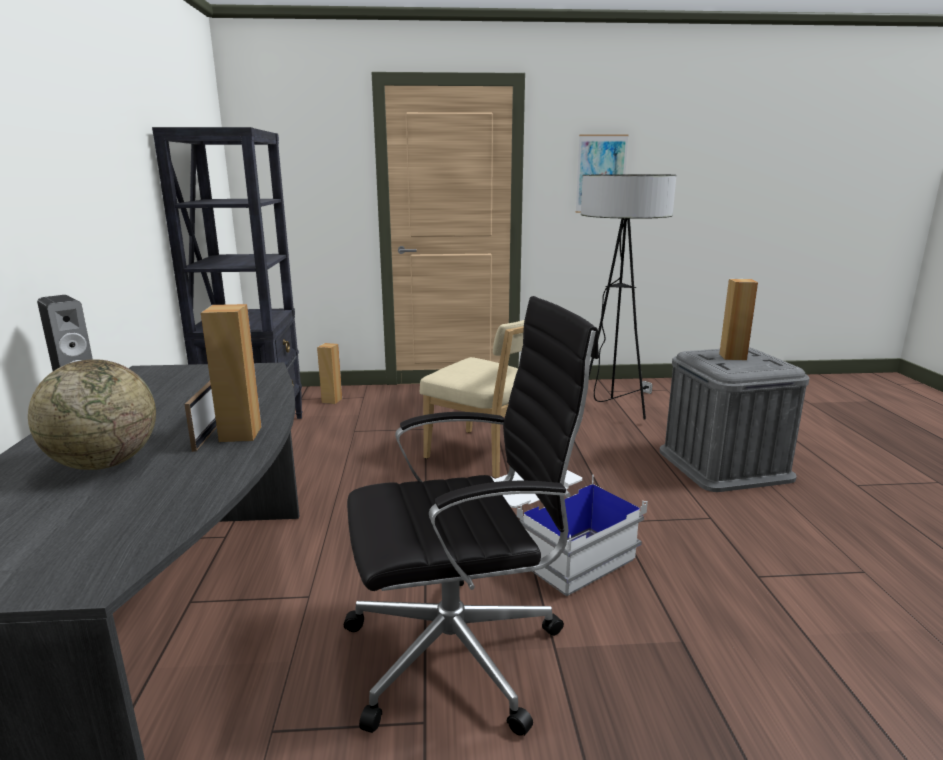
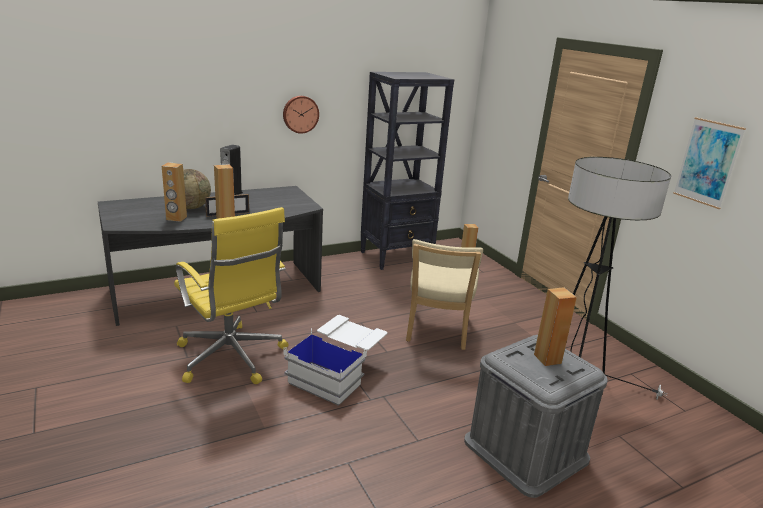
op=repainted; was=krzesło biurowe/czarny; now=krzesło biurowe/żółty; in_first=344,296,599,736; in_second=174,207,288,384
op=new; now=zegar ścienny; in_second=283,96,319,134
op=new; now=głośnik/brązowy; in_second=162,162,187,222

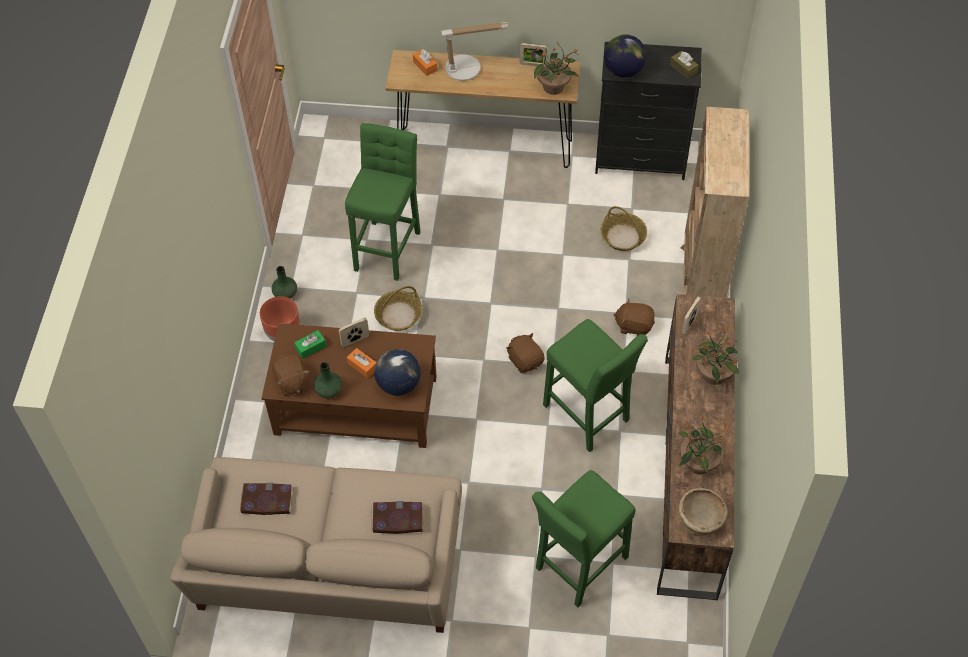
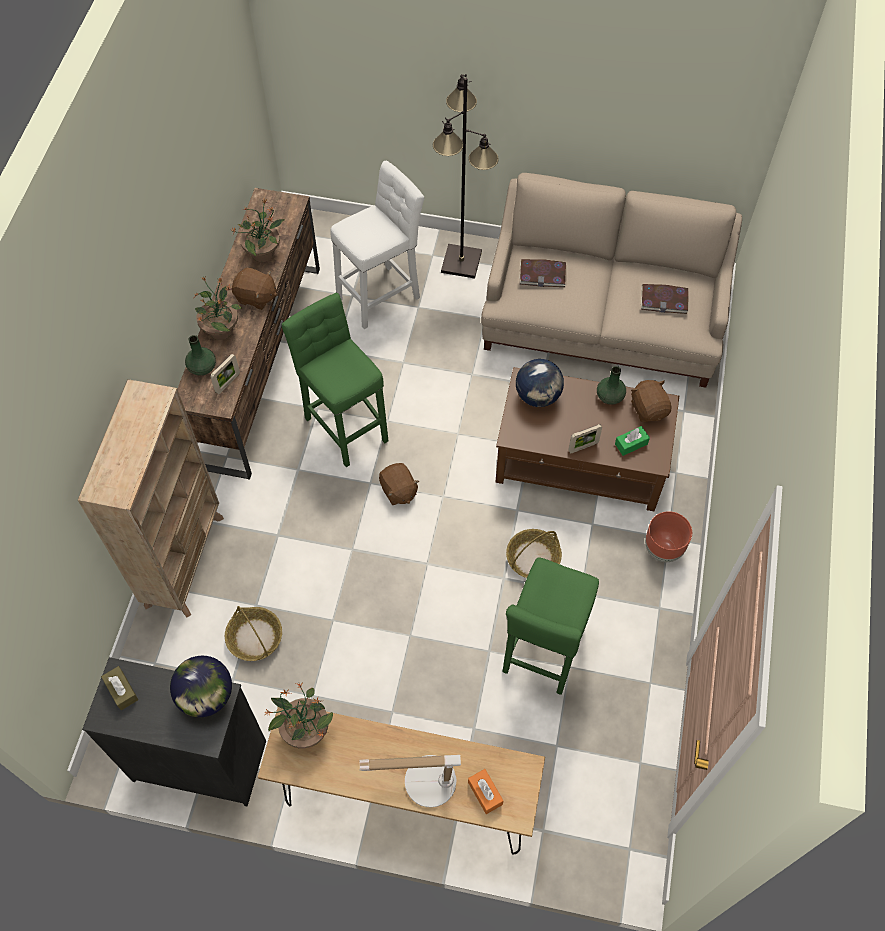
op=gone; was=ramka na zdjęcie; in_first=520,43,547,66
op=shifted; was=wazon/zielony; in_first=272,266,297,299; in_second=185,335,216,376
op=shifted; was=pluszak/brązowy; in_first=613,298,655,336; in_second=232,268,277,310
op=gone; was=pudełko chusteczek/pomarańczowy; in_first=347,348,377,378
op=repainted; was=stołek/zielony; now=stołek/biały; in_first=532,470,635,607; in_second=330,161,424,329
op=gone; was=miska/beżowy; in_first=679,488,728,536
op=new; now=lampa stojąca/czarny; in_second=433,74,499,279

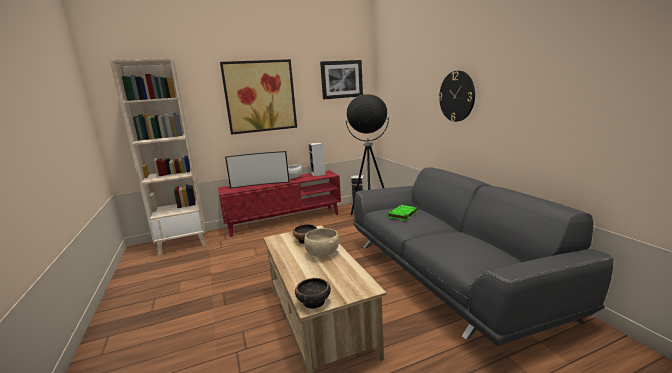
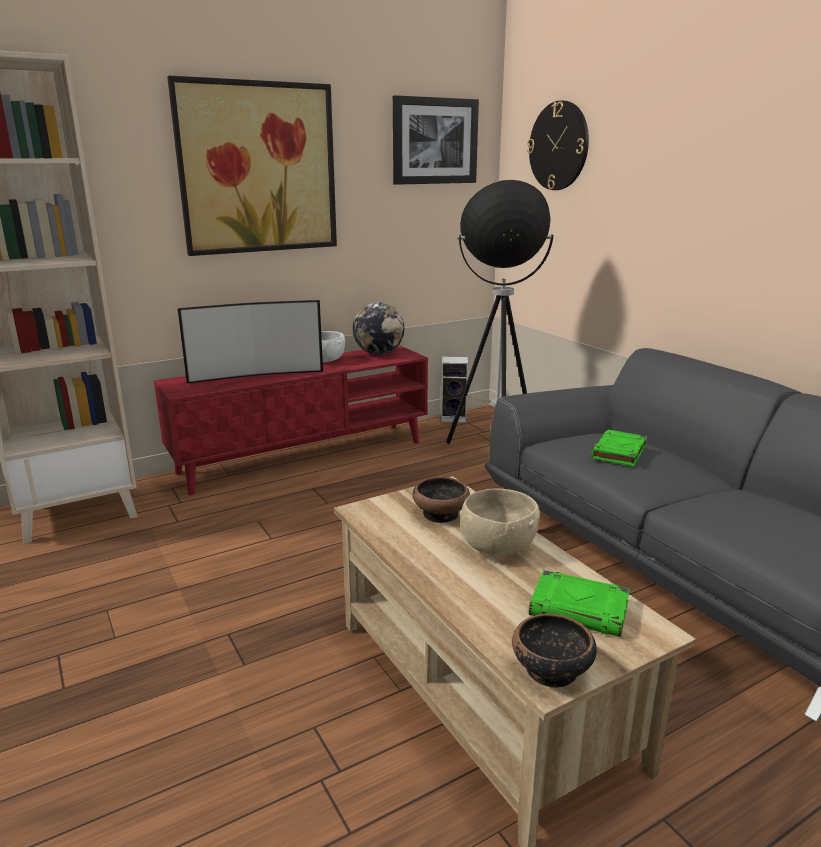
op=shifted; was=zegar ścienny; in_first=438,71,475,122; in_second=527,100,589,190
op=swapped; was=głośnik; now=globus; in_first=308,142,325,177; in_second=353,302,404,355
op=new; now=książka/zielony; in_second=529,570,630,637

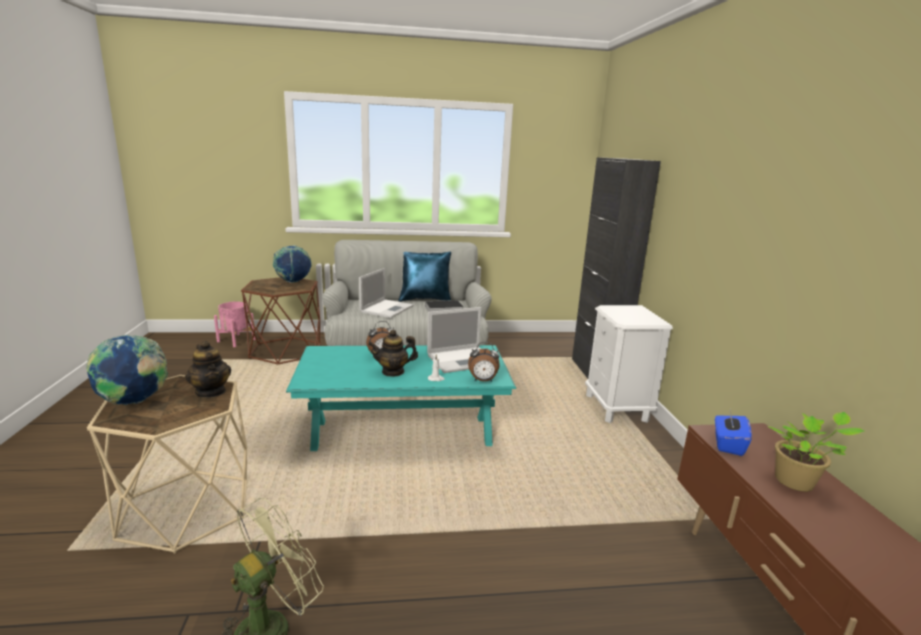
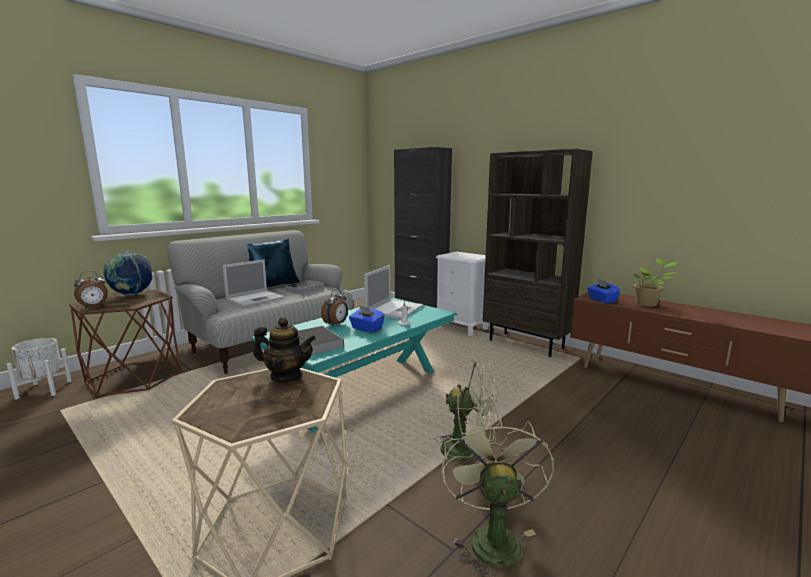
op=rotated; was=laptop; in_first=359,268,413,318; in_second=222,259,285,307; clockwise=60
op=repainted; was=donica/różowy; now=donica/biały; in_first=214,301,255,347; in_second=6,338,72,400
op=swapped; was=imbryk; now=pudełko chusteczek/niebieski; in_first=368,330,418,377; in_second=349,305,385,333
op=gone; was=globus; in_first=86,335,168,406
op=shifted; was=budzik; in_first=468,342,500,382; in_second=74,271,108,309
op=new; now=regał/brązowy; in_second=483,149,593,357
op=new; now=książka; in_second=298,326,344,355
op=new; now=wentylator/zielony; in_second=434,359,498,465

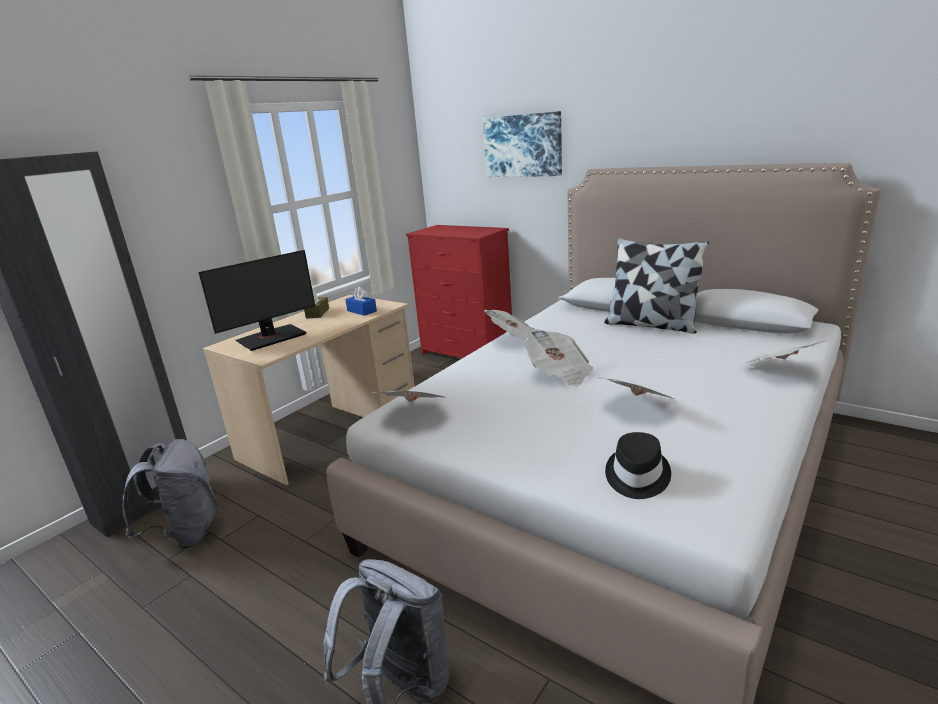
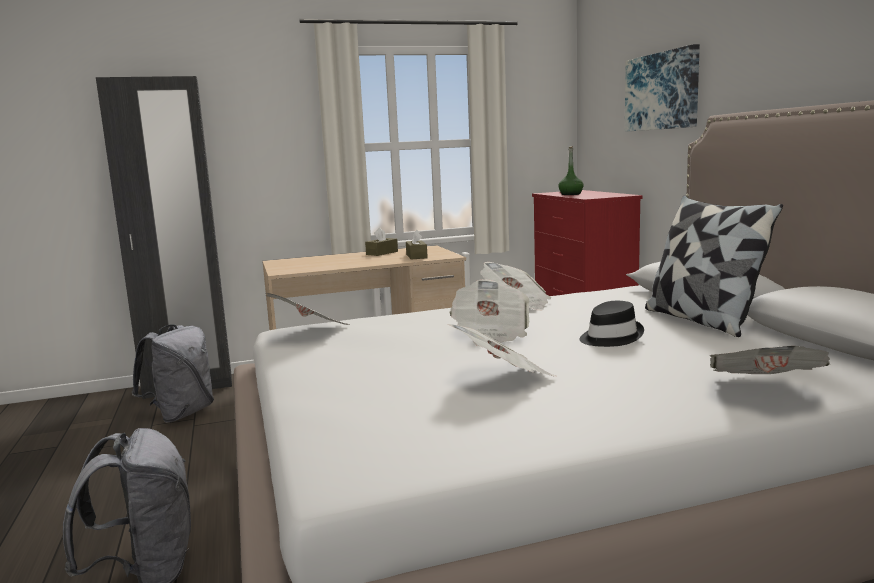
op=gone; was=monitor; in_first=198,250,315,351
op=repainted; was=pudełko chusteczek/niebieski; now=pudełko chusteczek/brązowy; in_first=345,287,377,316; in_second=406,230,428,260
op=shifted; was=kapelusz/czarny; in_first=605,432,671,499; in_second=579,301,644,347
op=new; now=butelka/zielony; in_second=558,146,584,195

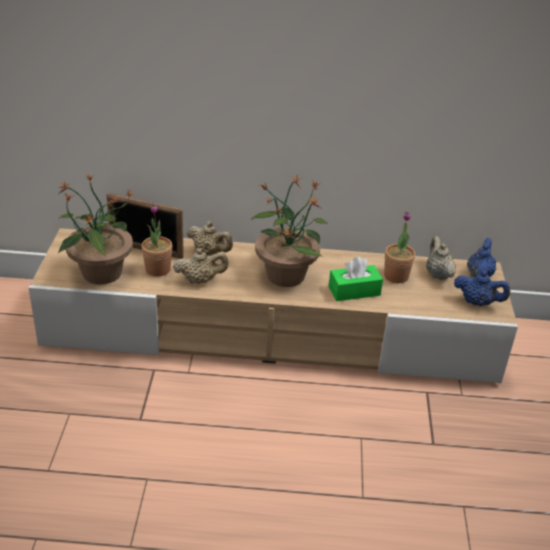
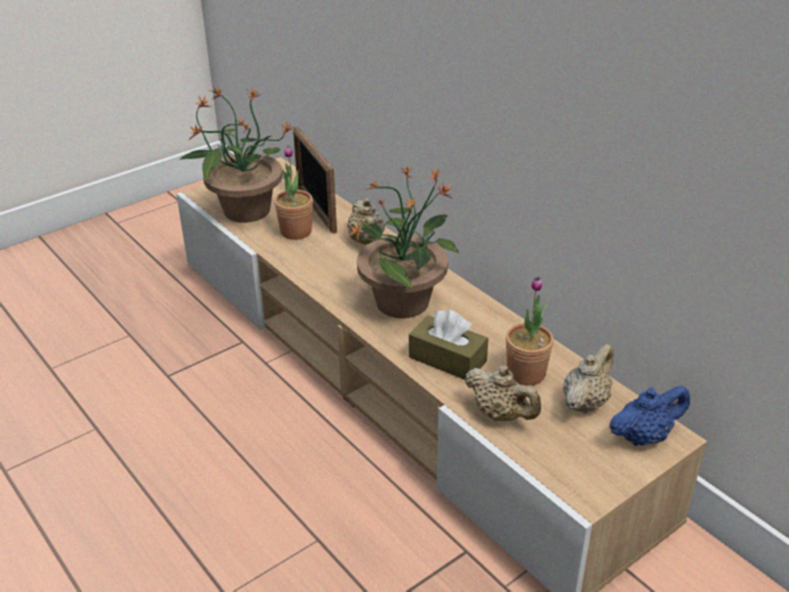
op=shifted; was=imbryk/beżowy; in_first=173,248,228,284; in_second=464,365,541,421
op=repainted; was=pudełko chusteczek/zielony; now=pudełko chusteczek/brązowy; in_first=328,257,383,301; in_second=409,310,488,380
op=gone; was=imbryk/niebieski; in_first=454,270,510,306

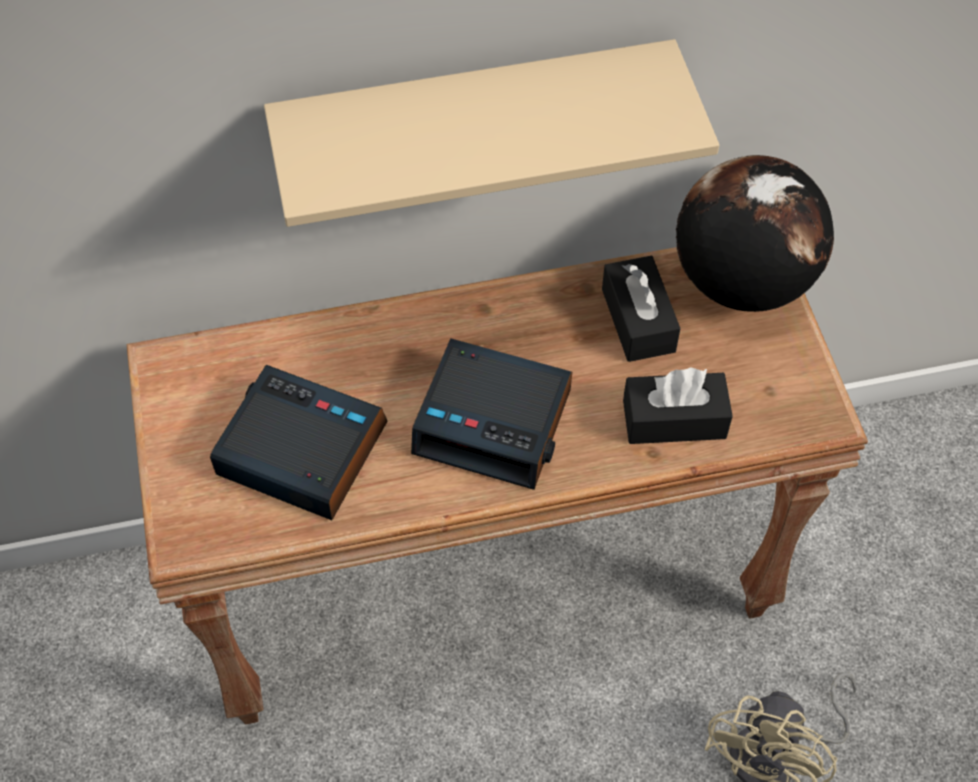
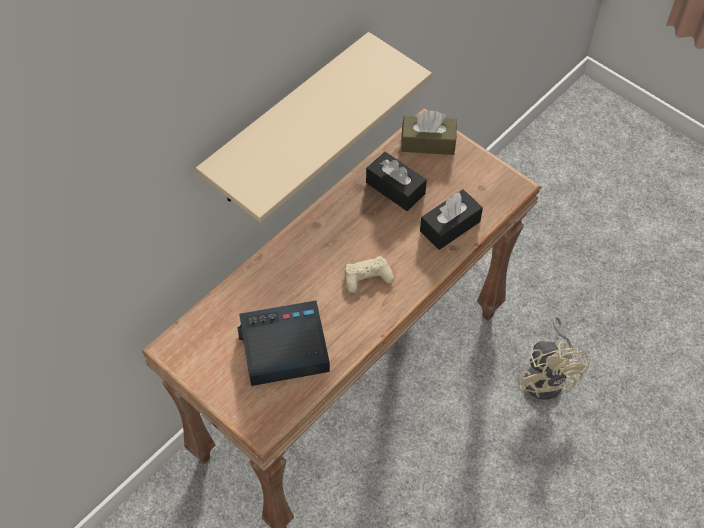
op=swapped; was=globus; now=pudełko chusteczek/brązowy; in_first=676,155,834,312; in_second=401,111,457,155
op=swapped; was=budzik; now=pad do gier/beżowy; in_first=411,339,572,490; in_second=345,256,394,293

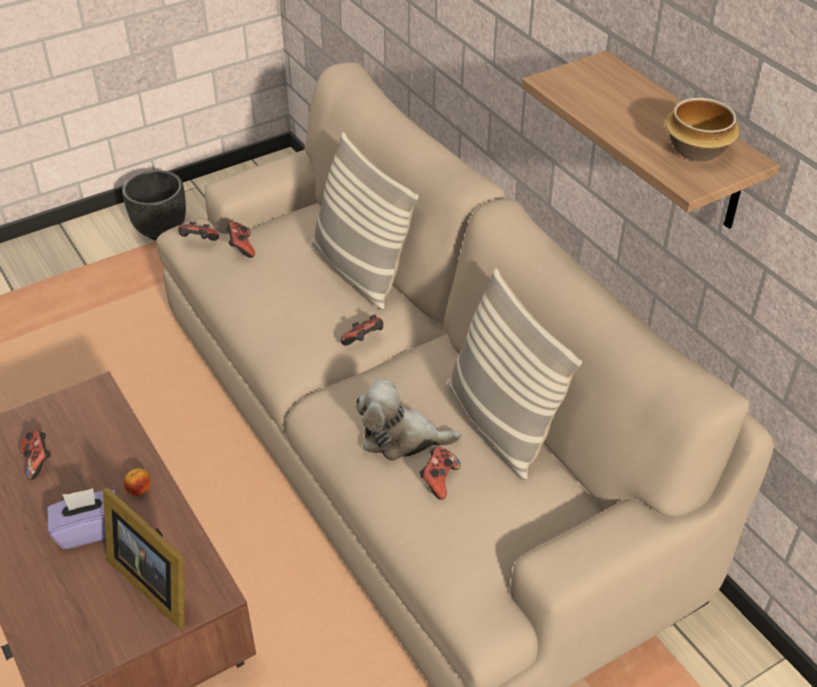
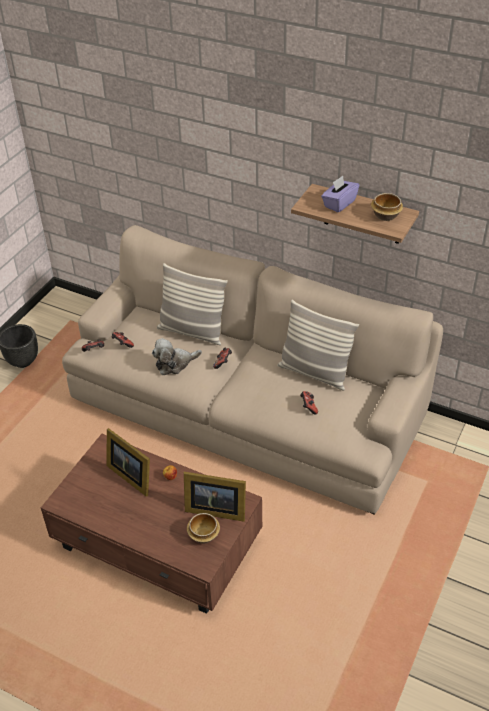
op=shifted; was=pluszak; in_first=356,379,462,461; in_second=152,338,202,375
op=gone; was=pad do gier; in_first=20,430,51,480
op=shifted; was=pudełko chusteczek/fioletowy; in_first=47,488,116,549; in_second=321,176,359,212
op=new; now=ramka na zdjęcie; in_second=107,428,150,497
op=new; now=miska; in_second=187,513,220,544

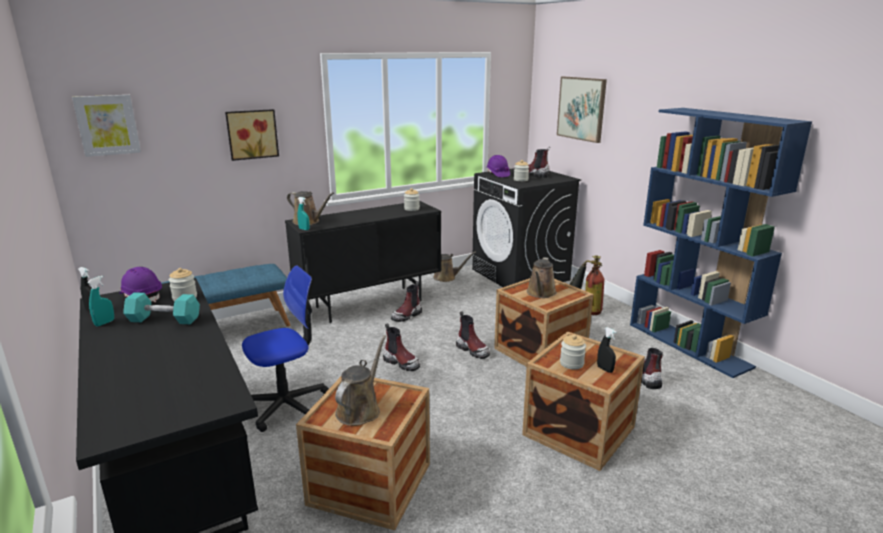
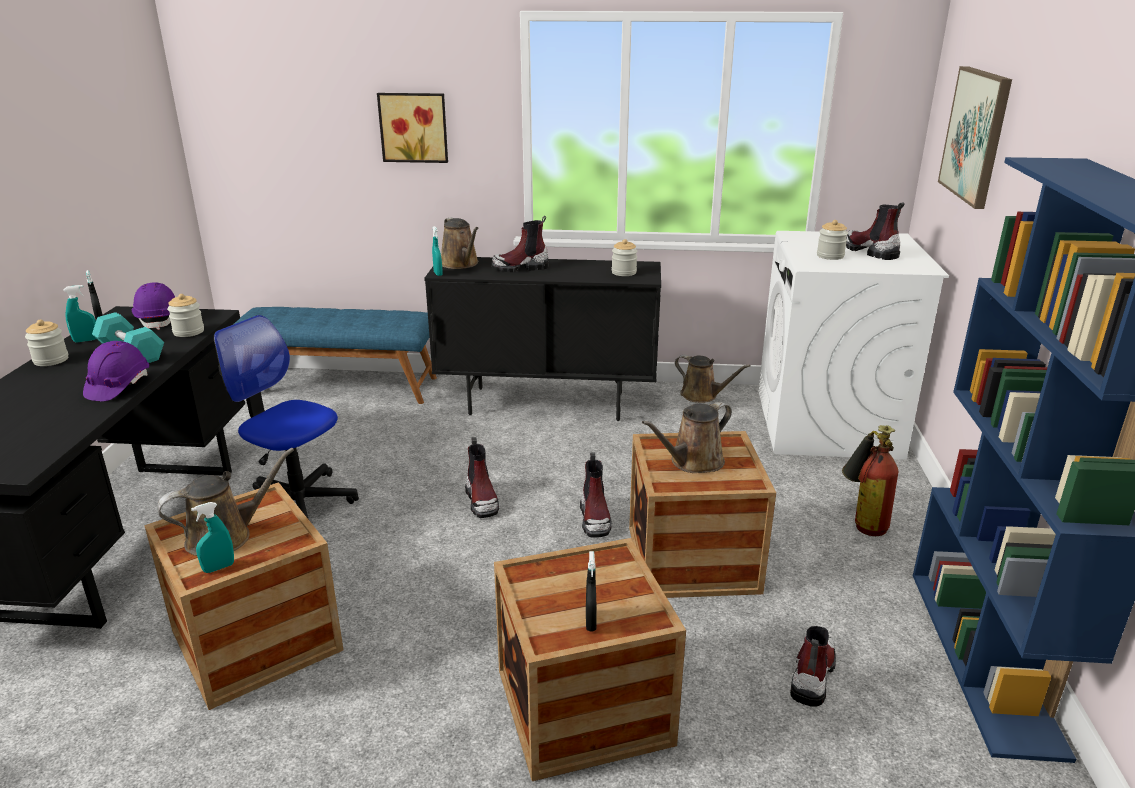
op=gone; was=obraz; in_first=72,95,141,157
op=shifted; was=kask/fioletowy; in_first=486,155,510,177; in_second=83,341,149,401
op=repainted; was=pralka/czarny; now=pralka/biały; in_first=472,168,581,287; in_second=758,231,949,460
op=rotated; was=krzesło biurowe; in_first=242,265,329,432; in_second=214,315,359,518; clockwise=-150
op=shifted; was=but z cholewką; in_first=391,281,422,322; in_second=491,216,549,272
op=shifted; was=słoik; in_first=560,334,586,370; in_second=25,320,68,366
op=new; now=spryskiwacz/turkusowy; in_second=191,502,234,573

